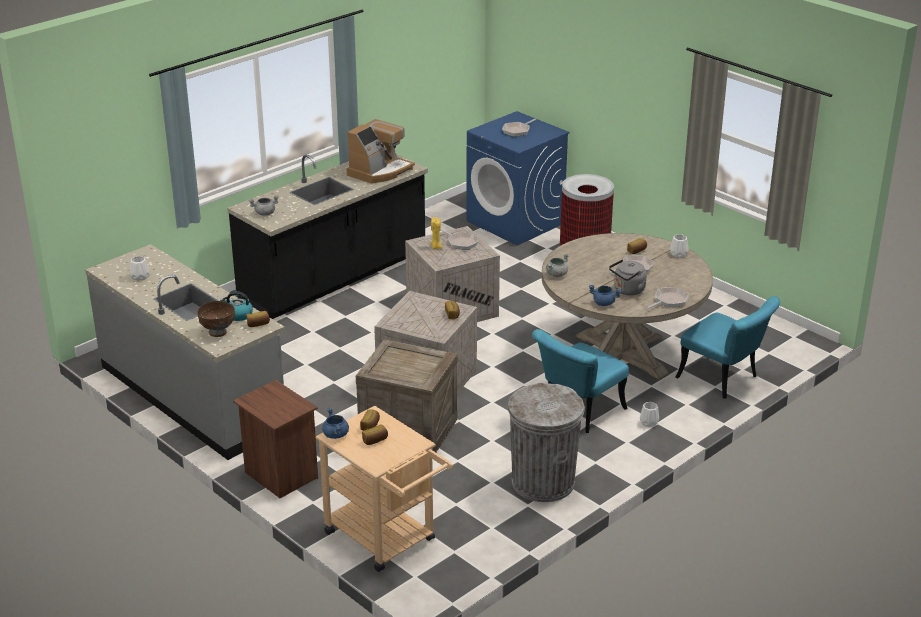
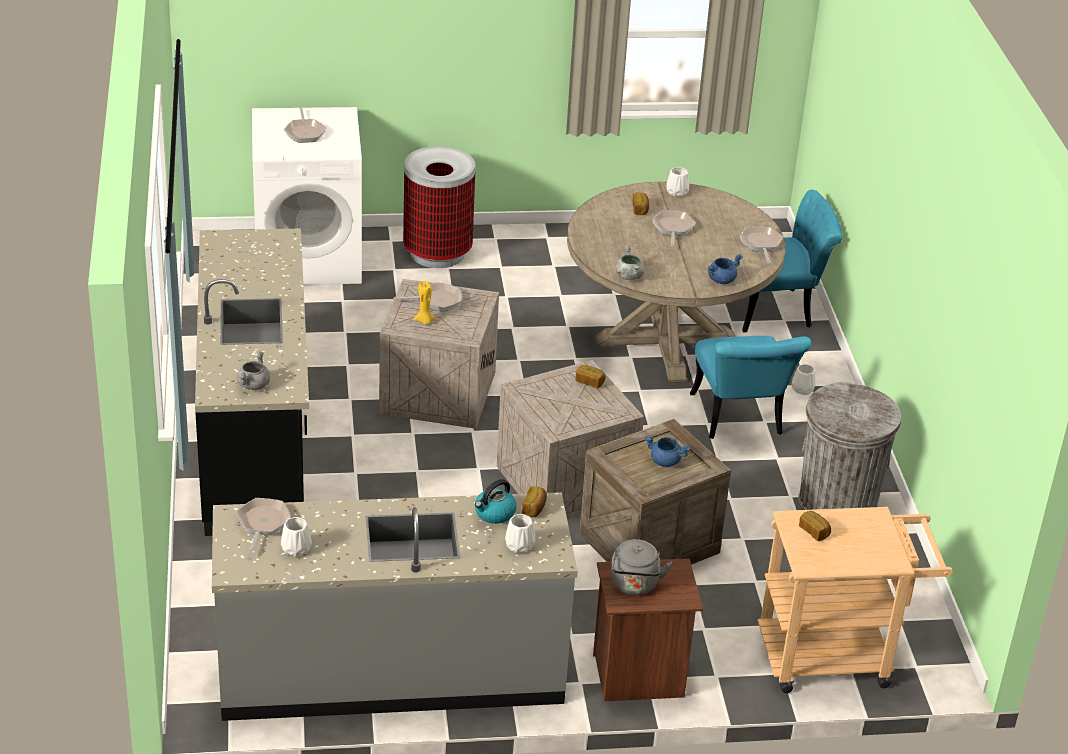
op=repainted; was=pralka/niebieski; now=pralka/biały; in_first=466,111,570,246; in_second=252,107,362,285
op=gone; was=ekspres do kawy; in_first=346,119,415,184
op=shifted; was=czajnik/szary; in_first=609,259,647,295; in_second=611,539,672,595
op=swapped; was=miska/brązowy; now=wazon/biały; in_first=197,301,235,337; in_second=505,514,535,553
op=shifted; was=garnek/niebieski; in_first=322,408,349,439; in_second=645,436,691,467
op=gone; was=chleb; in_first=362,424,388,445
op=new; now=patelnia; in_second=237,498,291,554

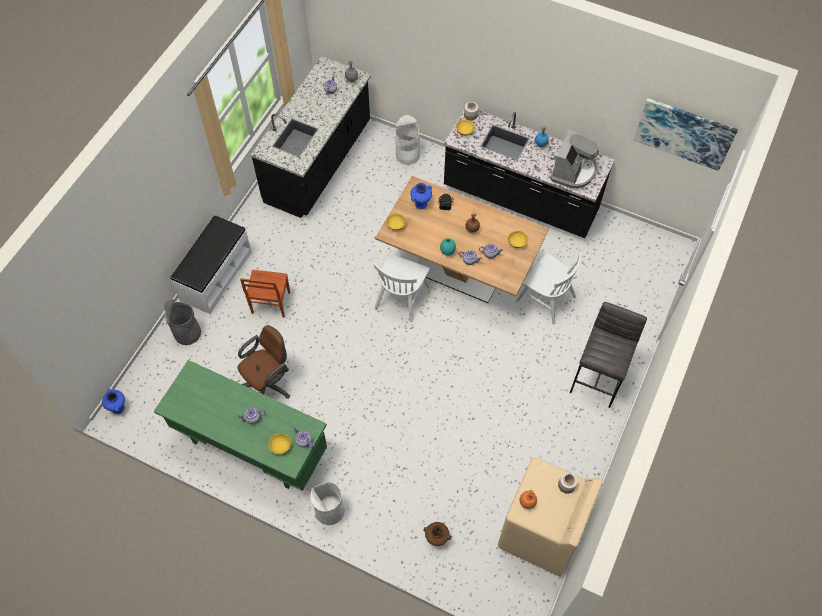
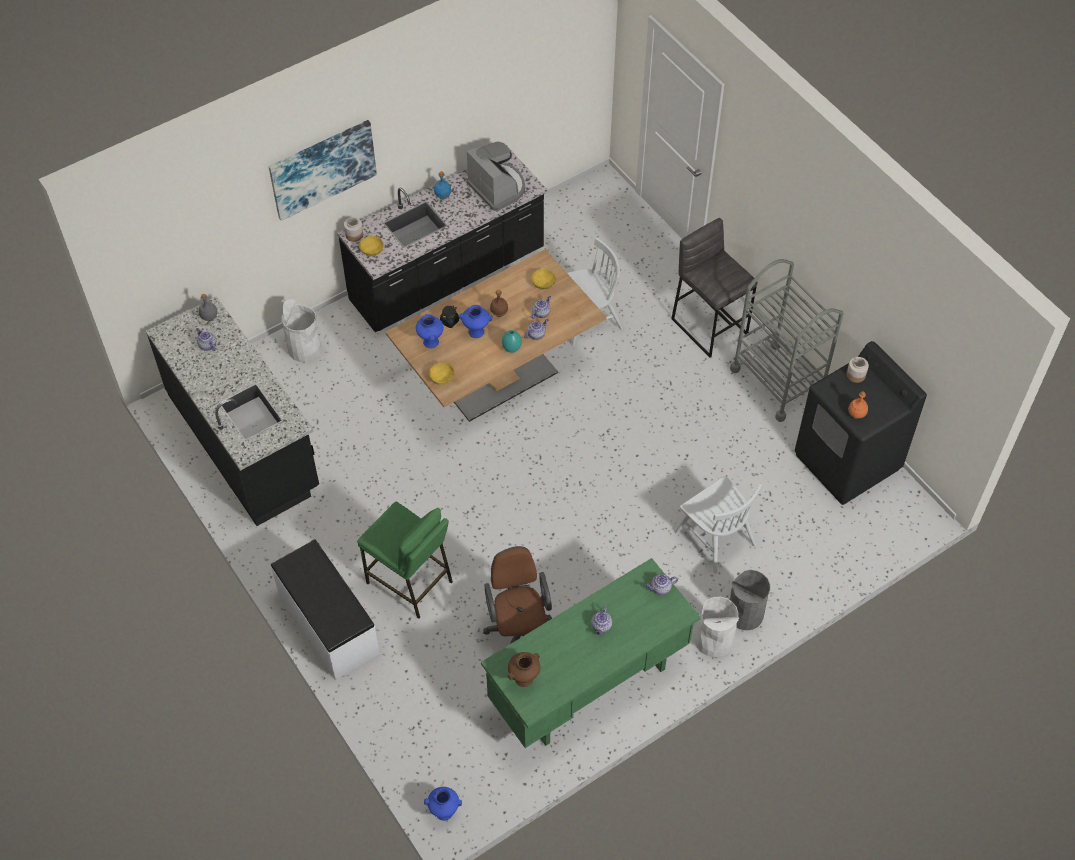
op=shifted; was=obraz; in_first=634,98,738,171; in_second=269,120,377,221
op=shifted; was=krzesło/biały; in_first=374,254,430,322; in_second=675,476,762,573
op=swapped; was=krzesło/brązowy; now=stołek/zielony; in_first=240,270,290,318; in_second=357,502,453,619
op=shifted; was=kosz na śmieci/szary; in_first=164,299,201,345; in_second=730,570,770,630
op=gone; was=miska/żółty; in_first=268,433,291,455
op=repainted; was=pralka/beżowy; now=pralka/czarny; in_first=498,457,603,577; in_second=795,341,927,505
op=shifted; was=wazon/brązowy; in_first=423,522,452,546; in_second=508,652,540,687
op=new; now=wózek/szary; in_second=730,259,844,422
op=new; now=wazon/niebieski; in_second=459,305,493,338

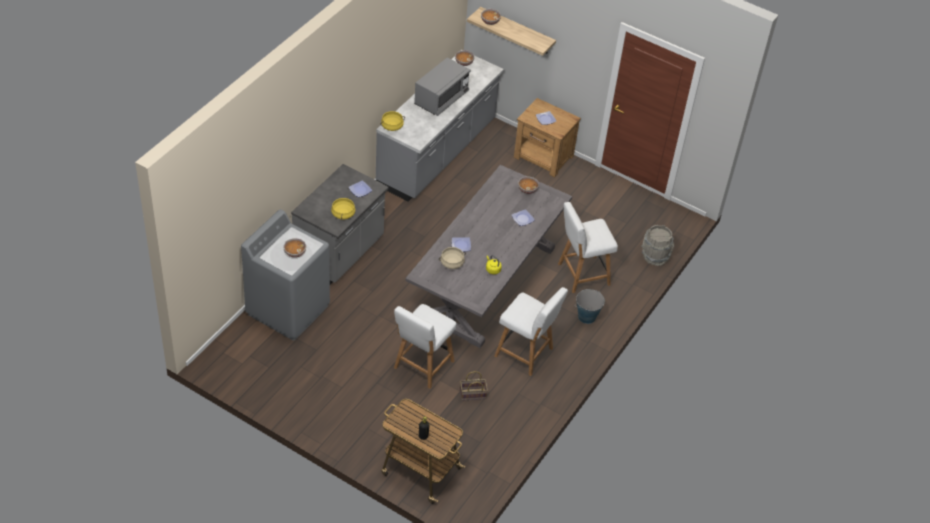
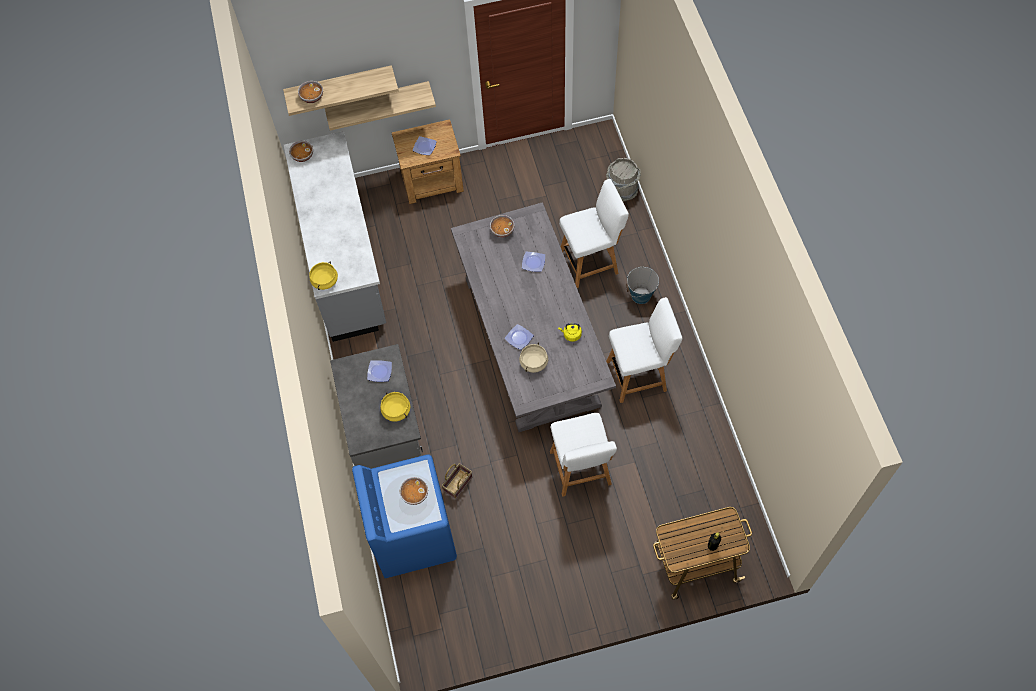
op=gone; was=mikrofalówka/szary; in_first=414,58,471,116
op=rotated; was=krzesło/biały; in_first=558,202,618,293; in_second=559,179,629,288; clockwise=-135
op=repainted; was=pralka/szary; now=pralka/niebieski; in_first=241,209,330,341; in_second=352,455,457,578
op=shifted; was=koszyk; in_first=460,371,488,401; in_second=442,463,472,499
op=new; now=półka; in_second=325,81,436,131

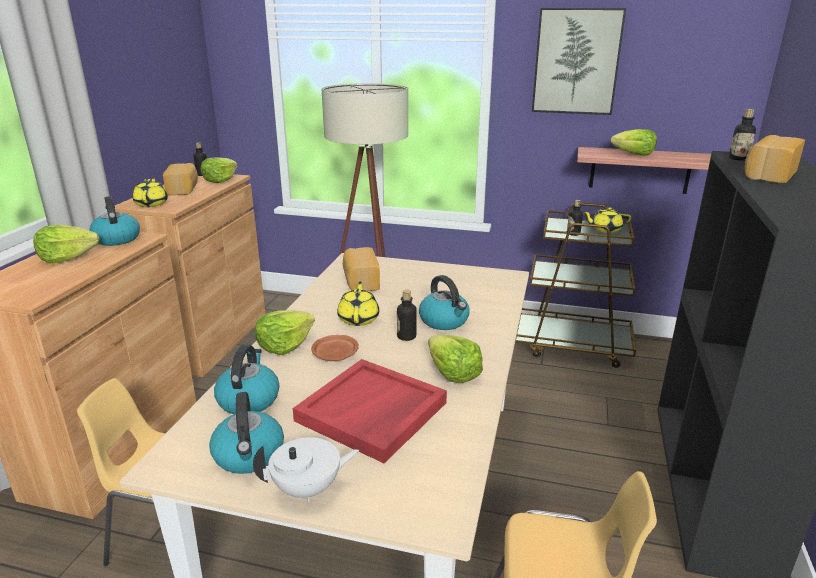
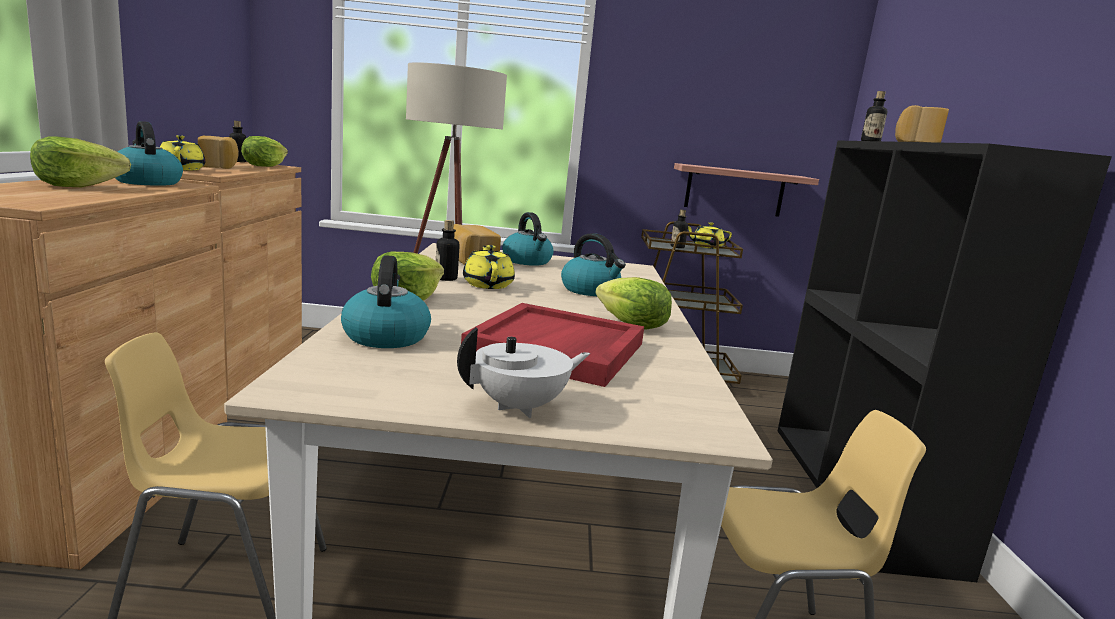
op=gone; was=obraz; in_first=532,8,626,115
op=gone; was=sałata; in_first=611,129,657,156
op=shifted; was=butelka; in_first=397,290,417,341; in_second=436,220,460,281
op=gone; was=talerz/brązowy; in_first=311,335,359,361
op=shifted; was=czajnik; in_first=209,392,284,474; in_second=502,212,553,266

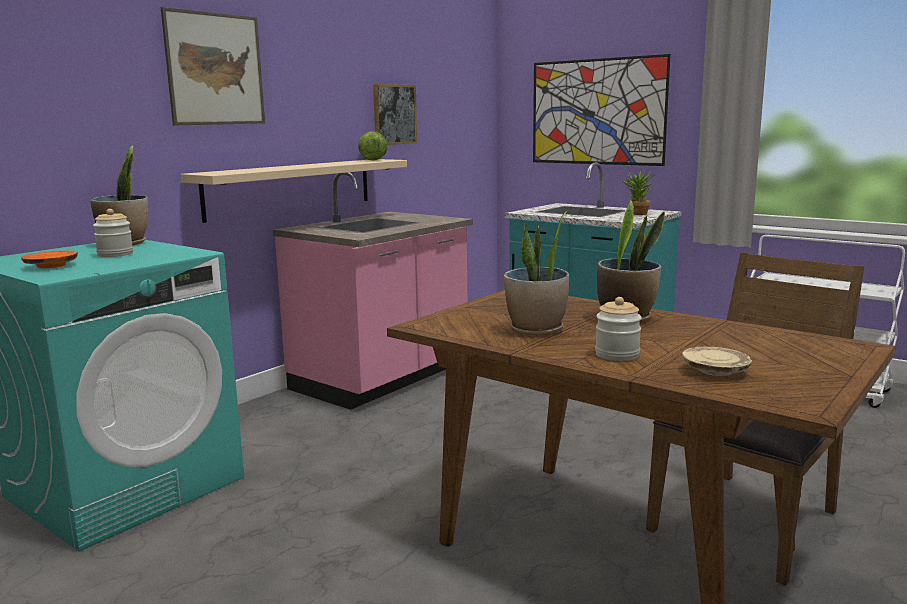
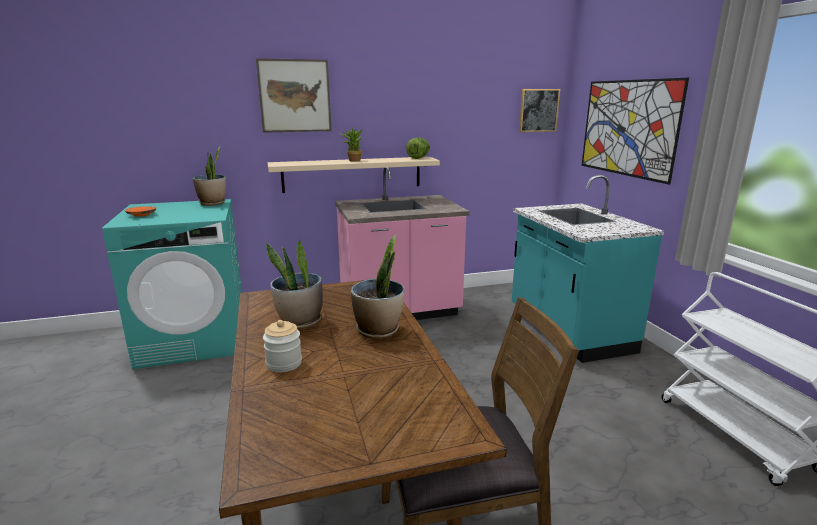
op=shifted; was=obraz; in_first=373,84,417,145; in_second=519,89,560,132
op=shifted; was=roślina doniczkowa; in_first=621,171,656,215; in_second=339,127,363,162
op=gone; was=słoik; in_first=93,209,133,257
op=gone; was=talerz/beżowy; in_first=682,347,752,376

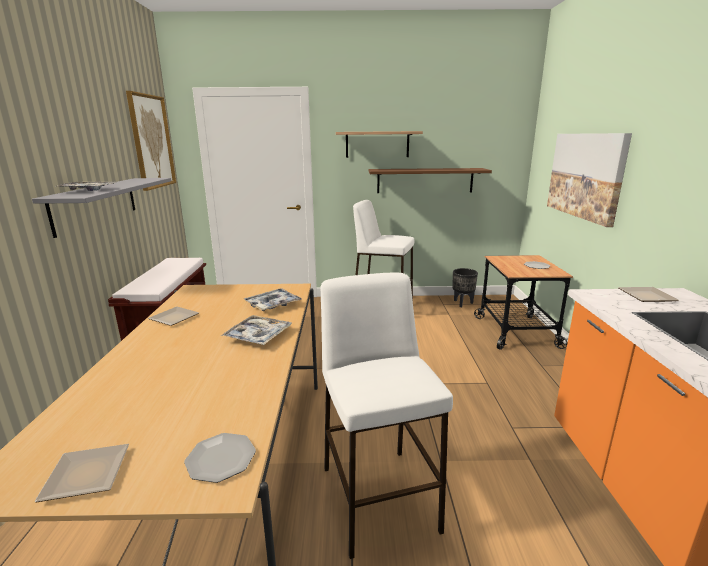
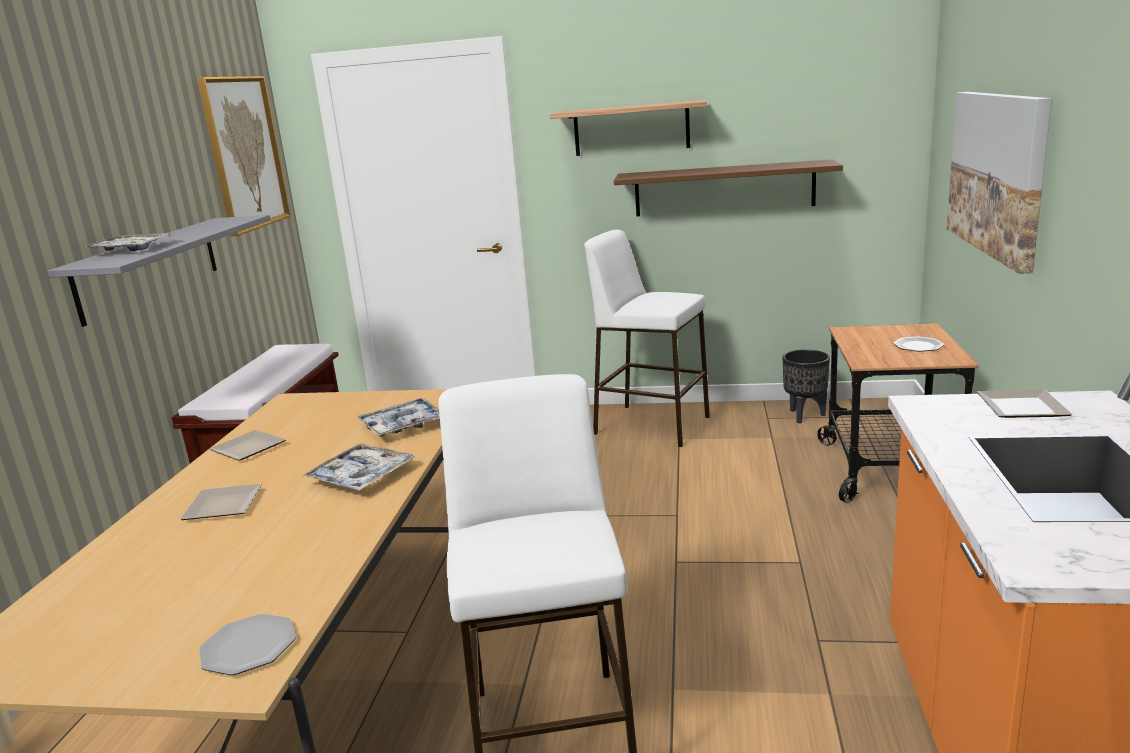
op=shifted; was=talerz; in_first=34,444,129,502; in_second=180,484,262,520

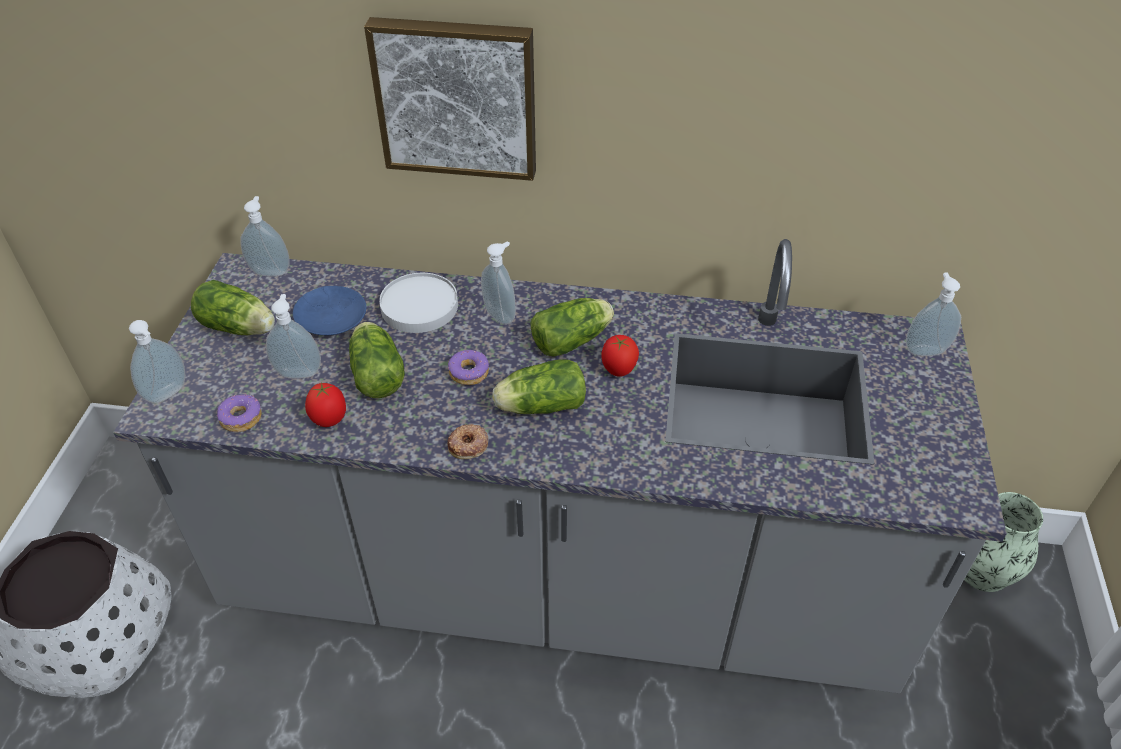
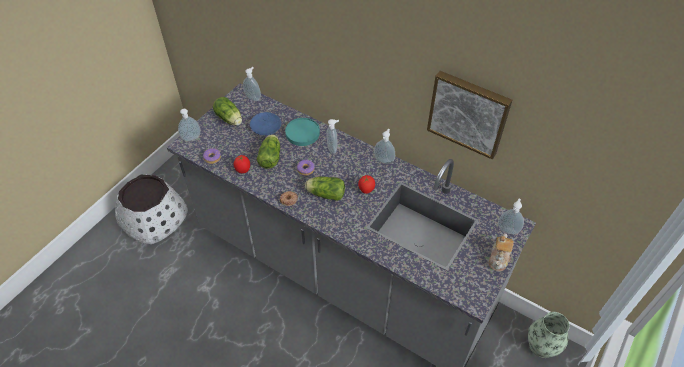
op=shifted; was=obraz; in_first=364,17,536,181; in_second=427,71,512,159
op=repainted; was=talerz/biały; now=talerz/turkusowy; in_first=379,273,458,333; in_second=285,118,320,146
op=shifted; was=dozownik mydła; in_first=266,294,321,379; in_second=374,129,395,164
op=gone; was=sałata; in_first=530,298,614,357
op=new; now=imbryk; in_second=489,233,514,271

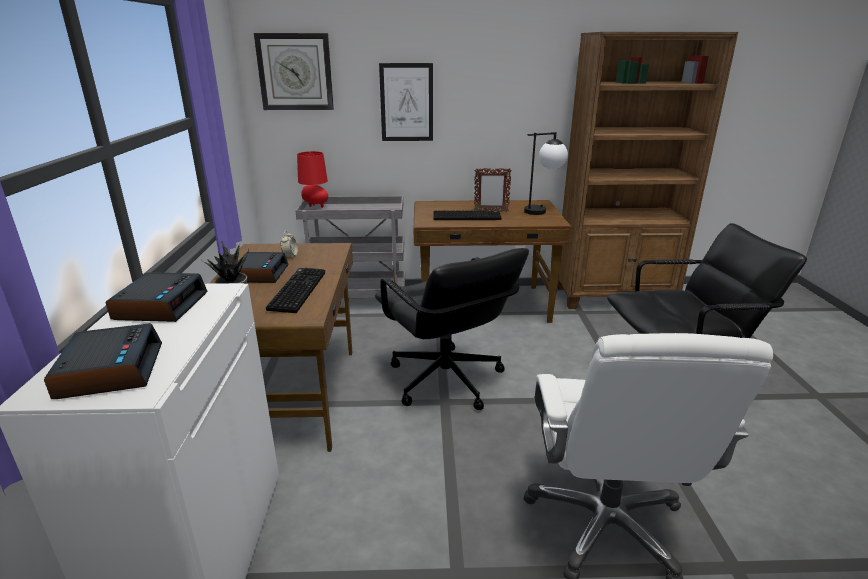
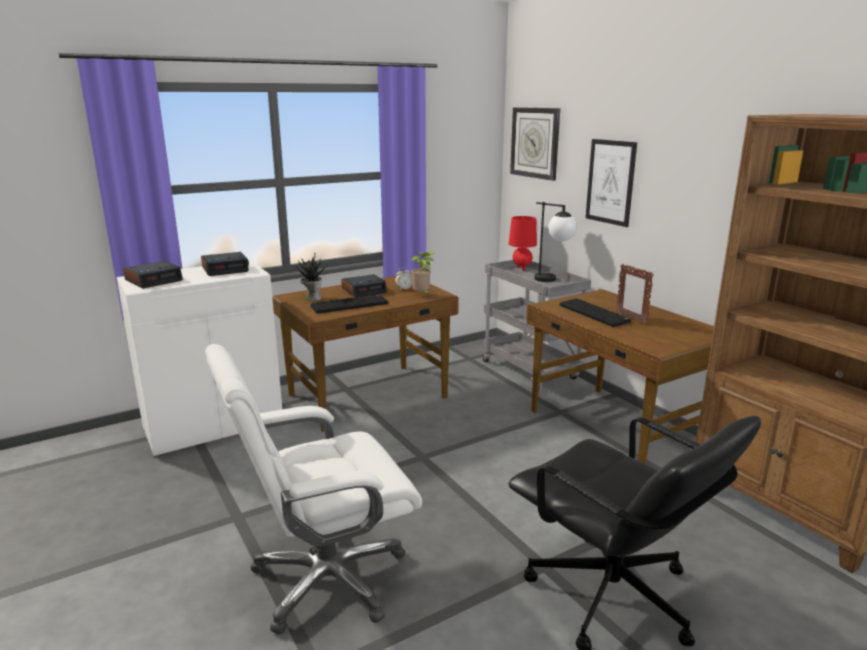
op=shifted; was=lampa stołowa; in_first=524,132,568,215; in_second=534,202,577,282
op=gone; was=krzesło biurowe/czarny; in_first=375,248,529,410
op=new; now=roślina doniczkowa; in_second=411,251,435,293

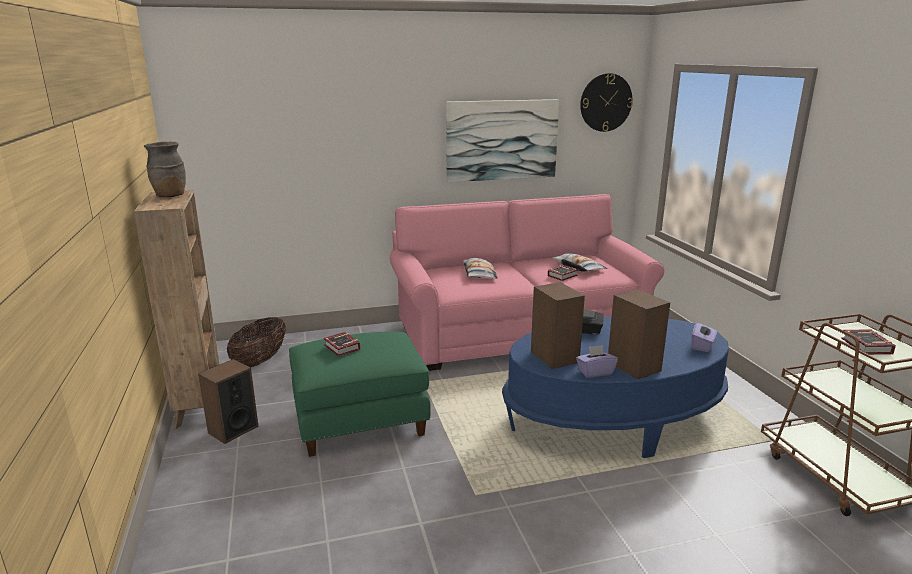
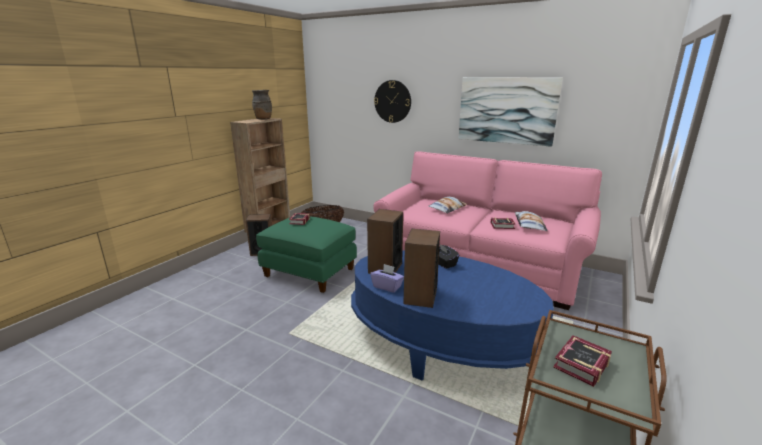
op=shifted; was=zegar ścienny; in_first=580,73,633,132; in_second=374,80,411,123
op=gone; was=pudełko chusteczek/fioletowy; in_first=691,323,717,352

